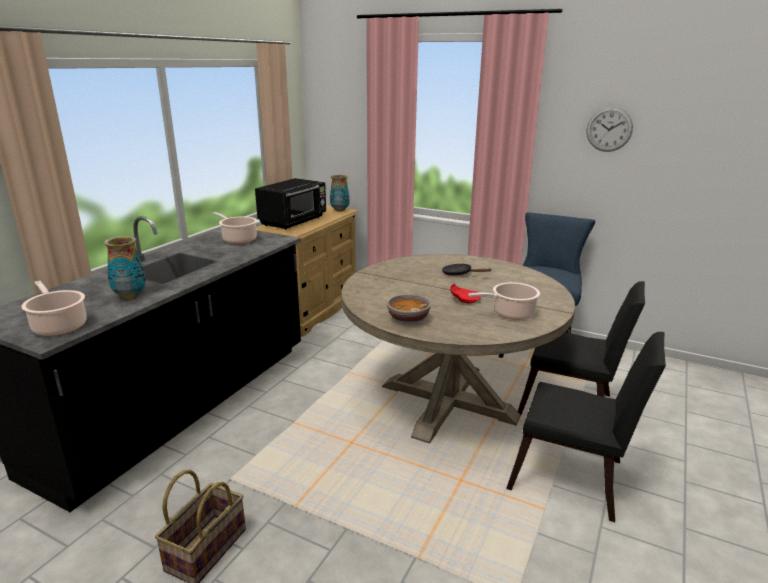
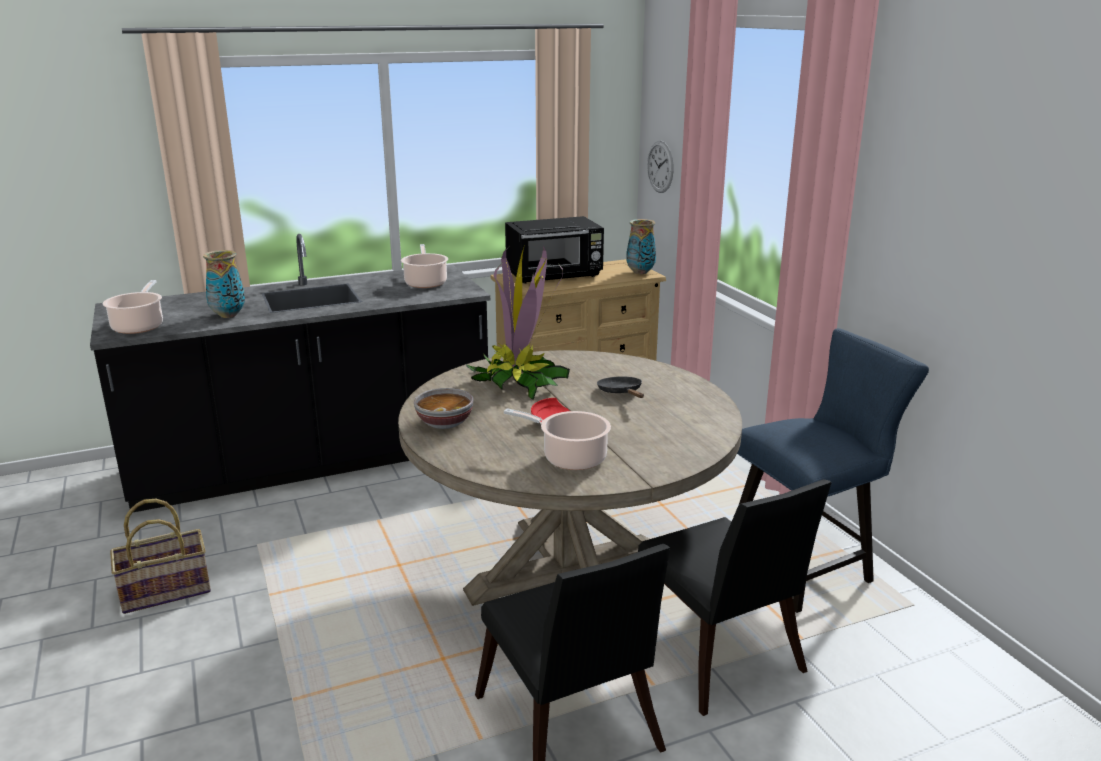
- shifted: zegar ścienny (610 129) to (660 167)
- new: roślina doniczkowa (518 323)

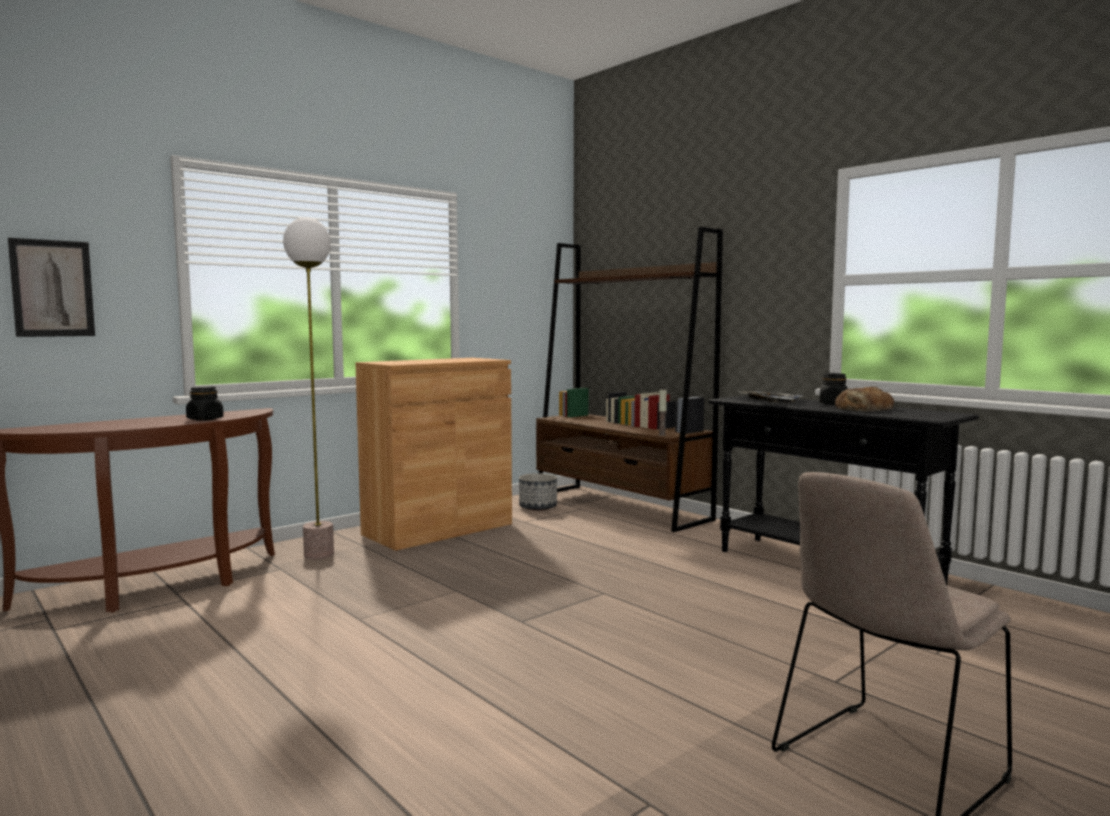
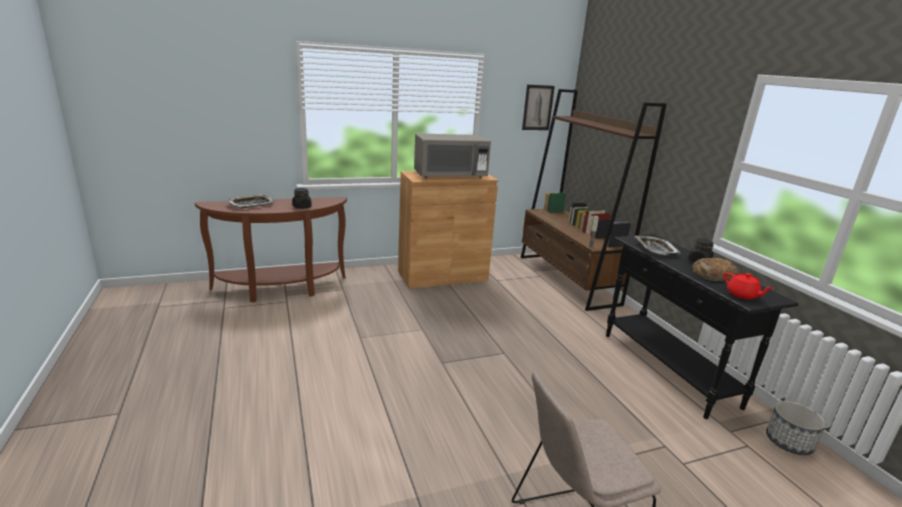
- shifted: obraz (51 287) to (538 107)
- gone: lampa stojąca (308 388)
- shifted: donica (538 492) to (796 428)
- new: taca (251 201)
- new: mikrofalówka [szary] (452 155)
- new: imbryk [czerwony] (748 286)

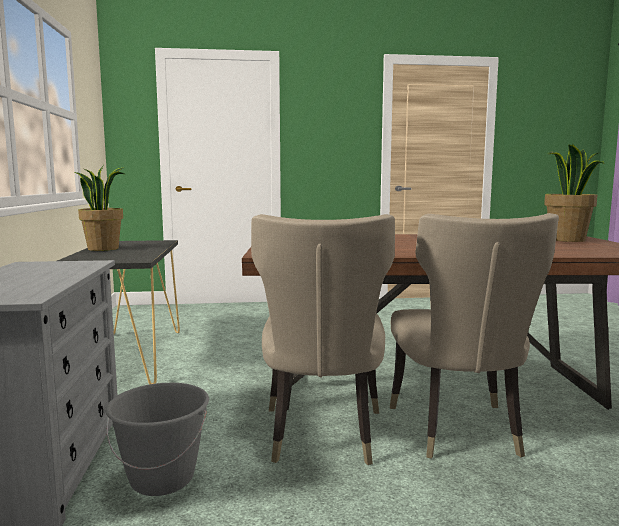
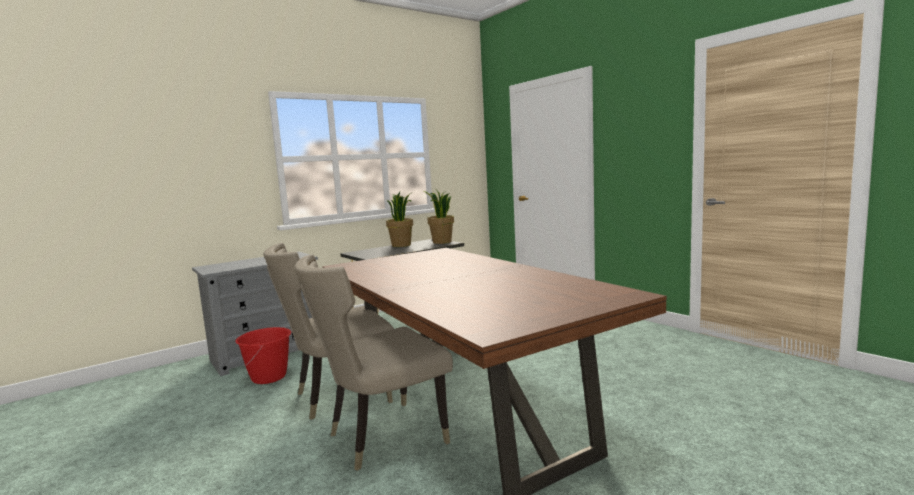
- repainted: wiadro [szary] (157 439) to wiadro [czerwony] (263 355)
- shifted: roślina doniczkowa (574 192) to (438 217)

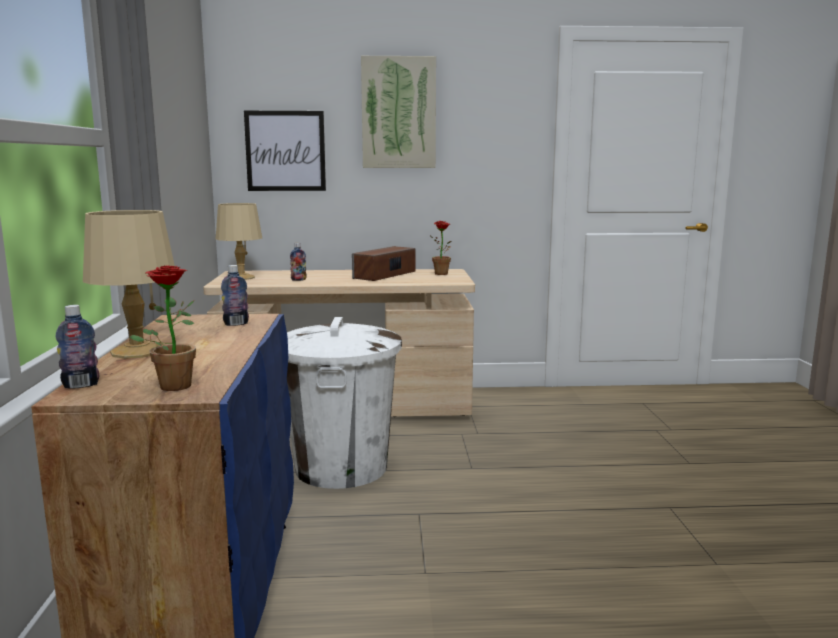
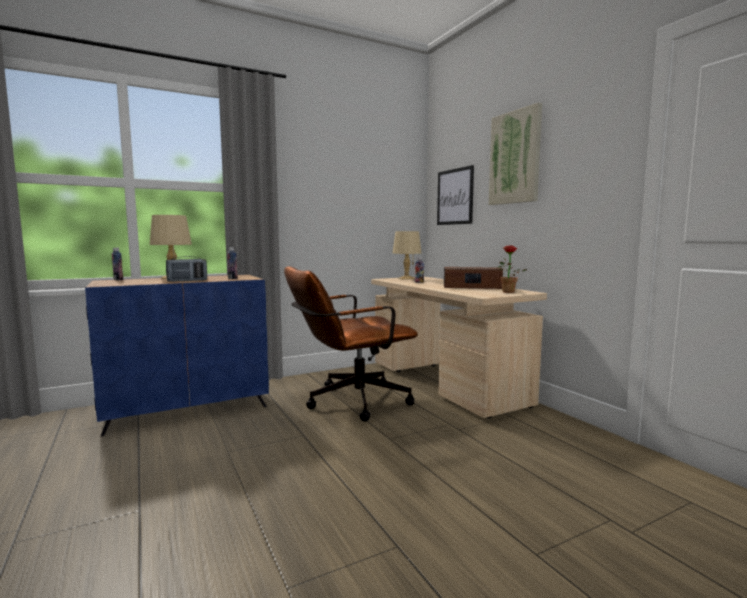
- gone: roślina doniczkowa (162 328)
- swapped: kosz na śmieci [biały] (344 403) to krzesło biurowe [brązowy] (351 344)
- new: radio (186 269)

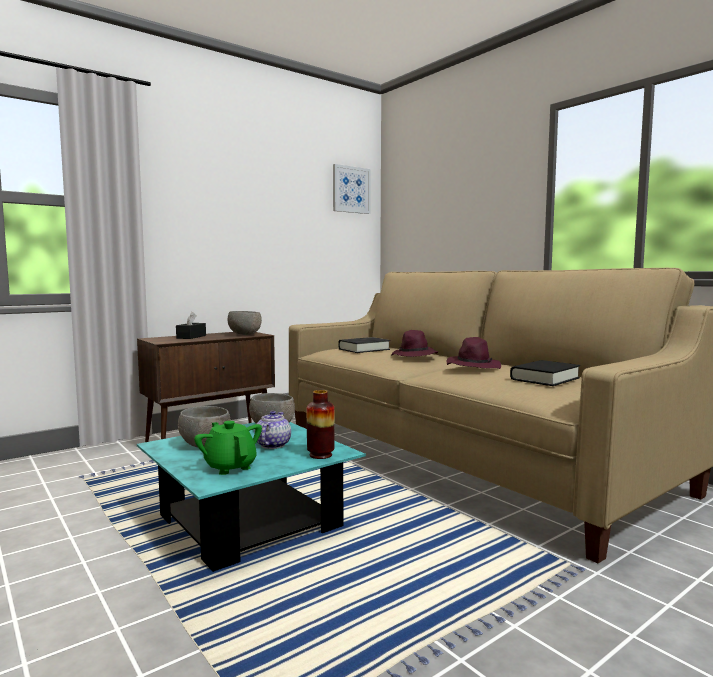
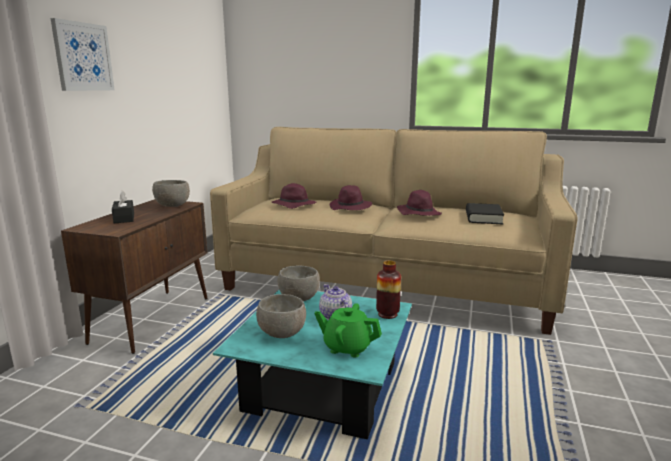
- shifted: obraz (352 189) to (82 54)
- swapped: książka [czarny] (364 345) to kapelusz [fioletowy] (294 196)

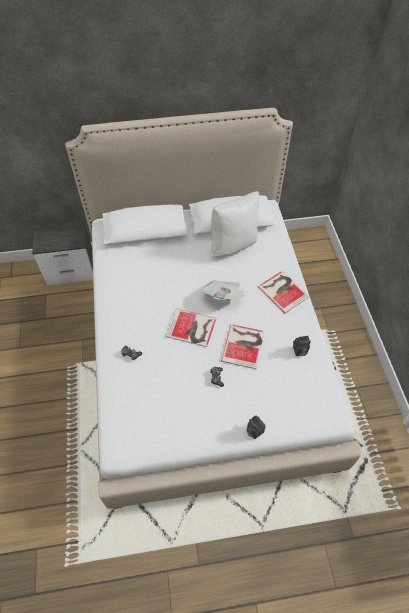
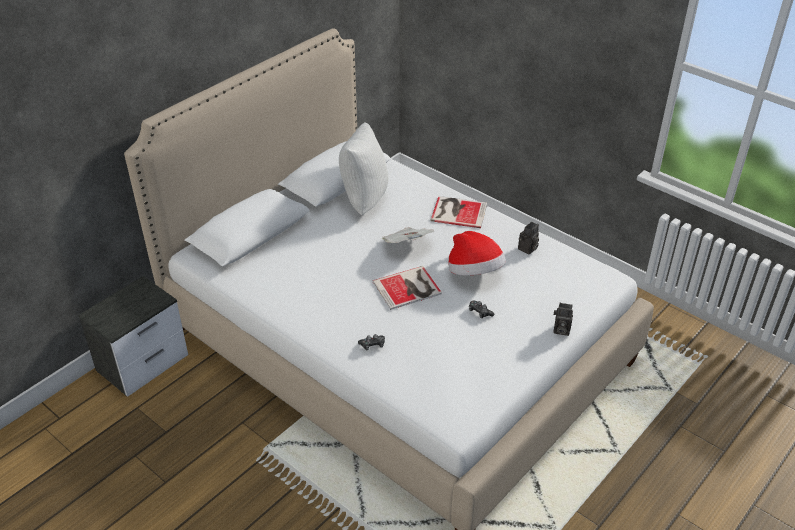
- swapped: książka (242 346) to kapelusz (477 253)

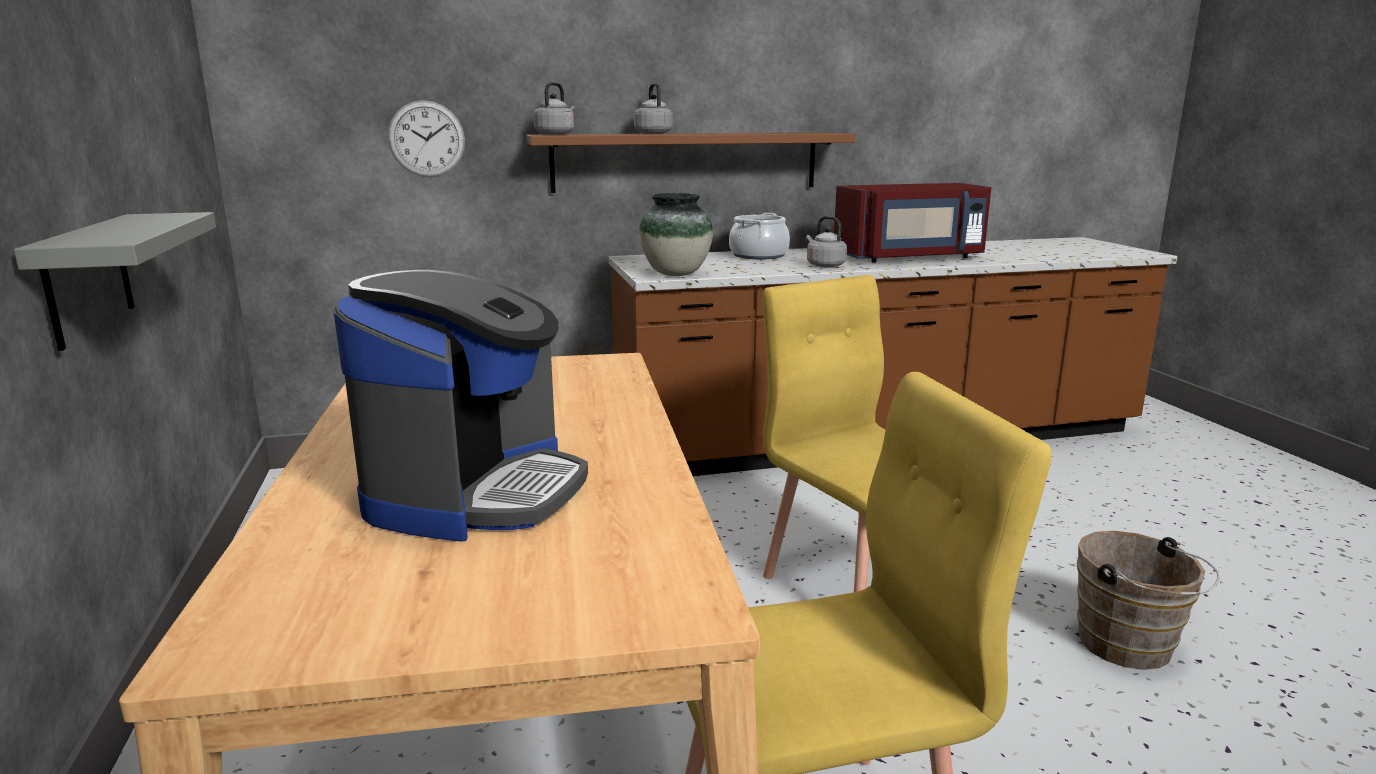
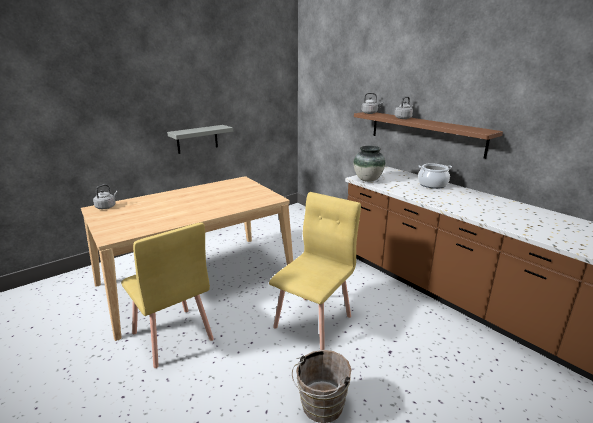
- gone: ekspres do kawy (460 406)
- gone: zegar ścienny (426 138)
- shifted: czajnik [szary] (826 241) to (105 196)
- gone: mikrofalówka [czerwony] (912 223)

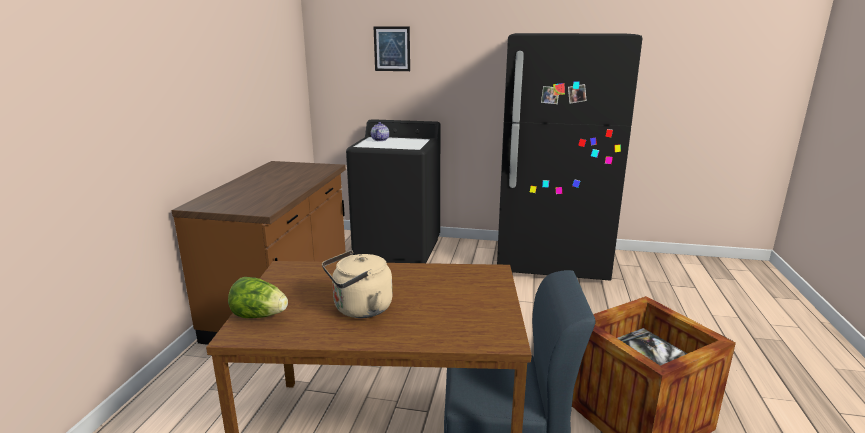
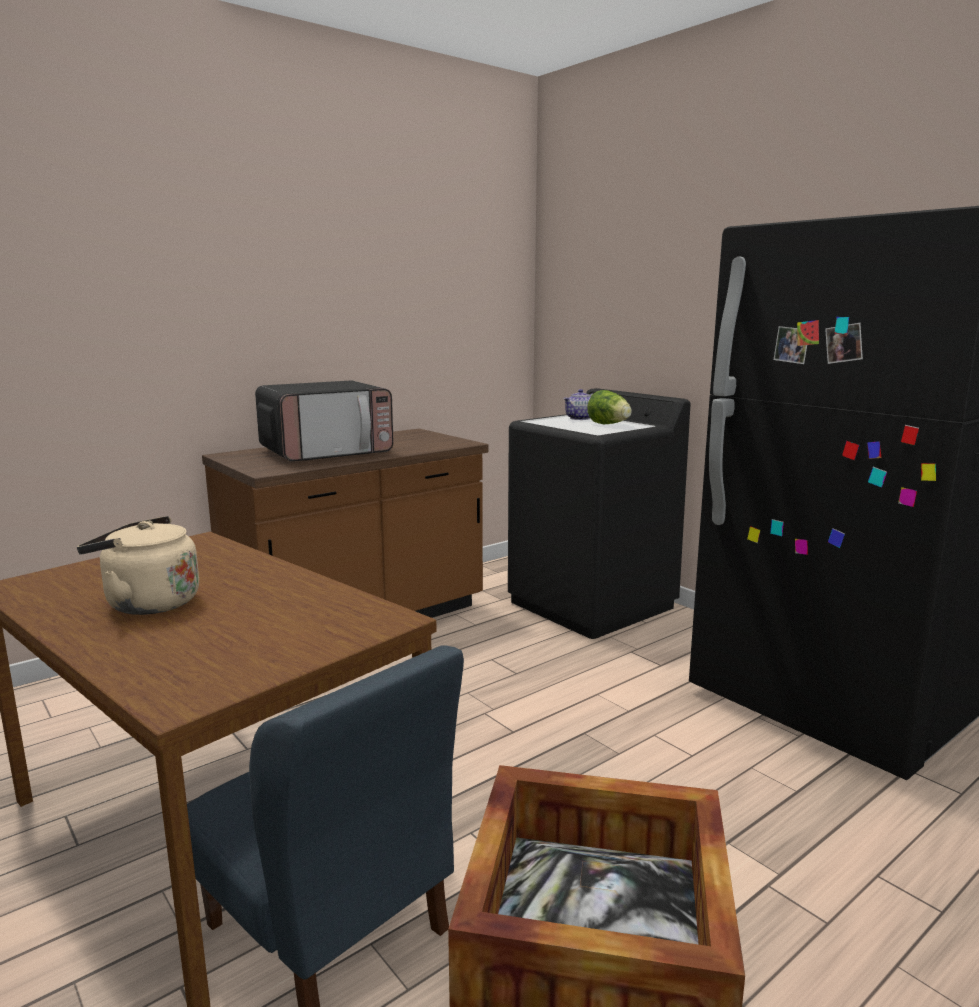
- shifted: sałata (258 297) to (609 407)
- gone: obraz (391 48)
- new: mikrofalówka (324 421)

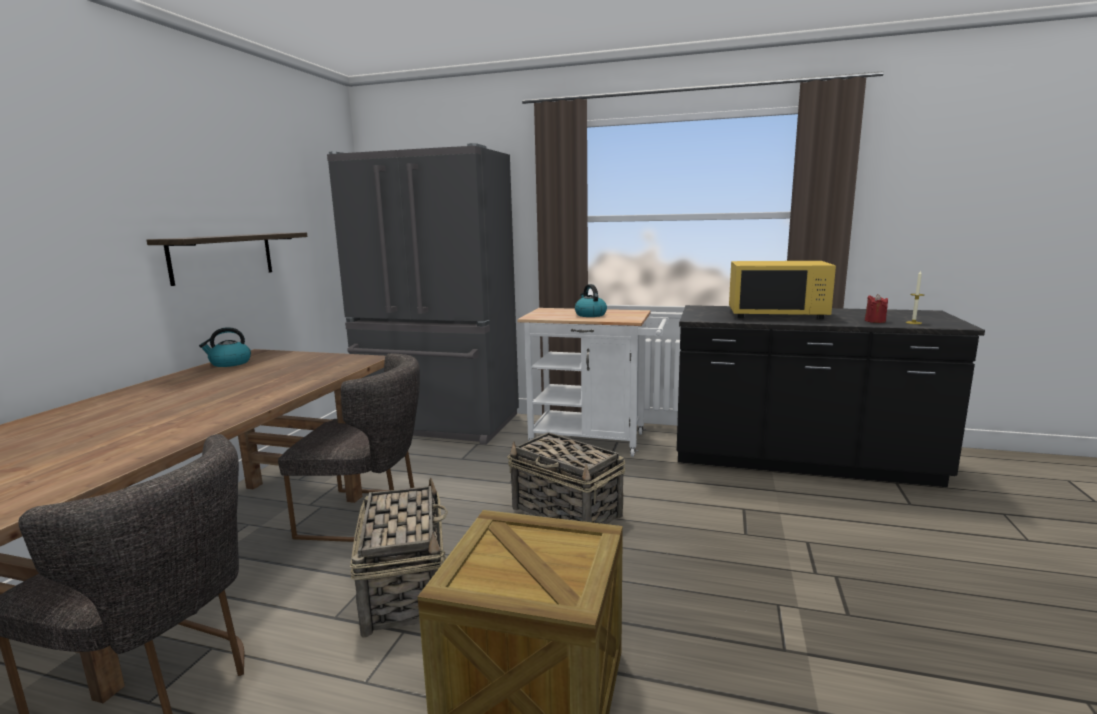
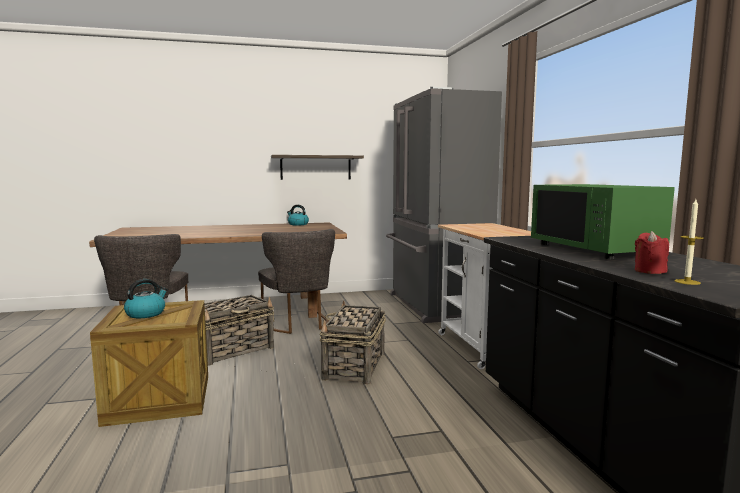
- shifted: czajnik (591 300) to (146 298)
- repainted: mikrofalówka [żółty] (782 290) to mikrofalówka [zielony] (603 221)

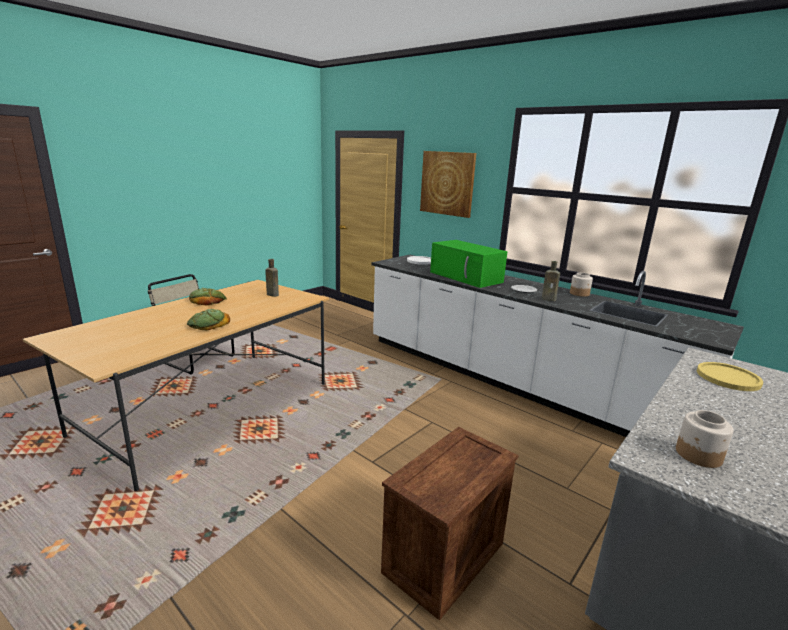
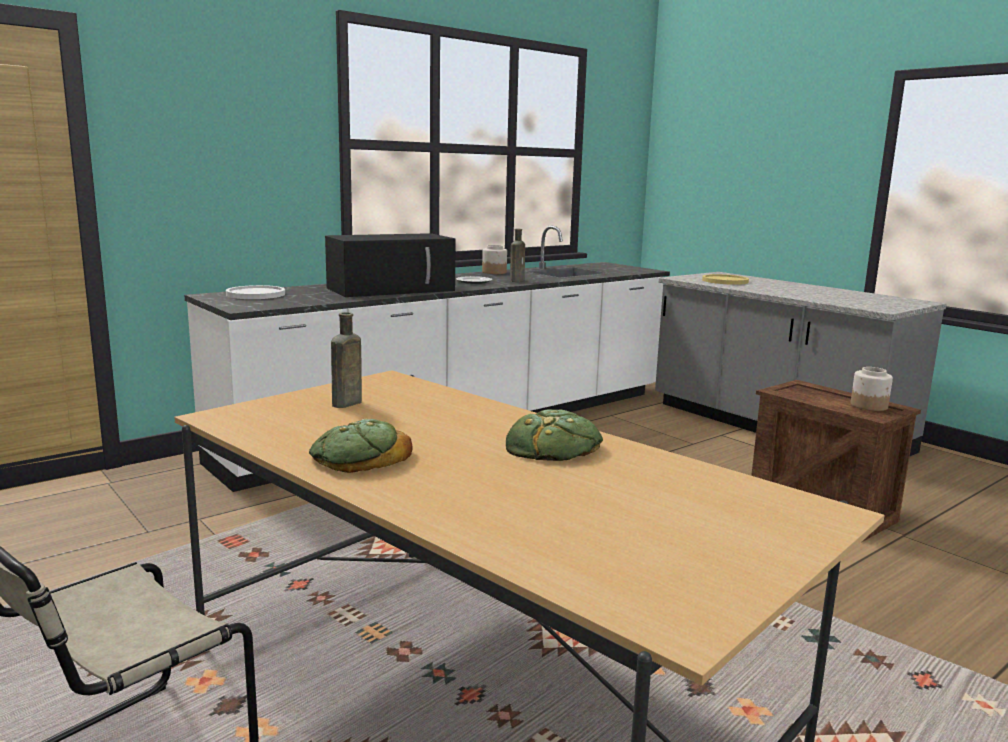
- gone: obraz (448 184)
- repainted: mikrofalówka [zielony] (469 264) to mikrofalówka [czarny] (390 265)
- shifted: słoik (705 439) to (872 389)

